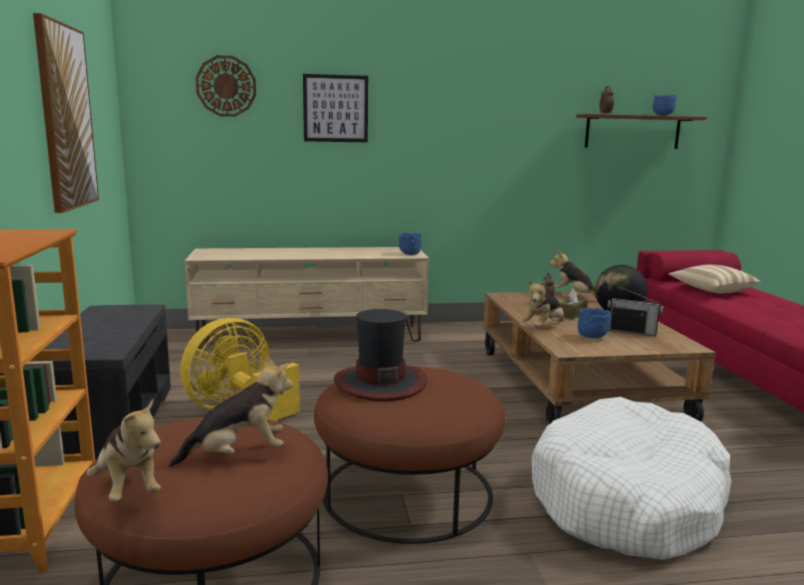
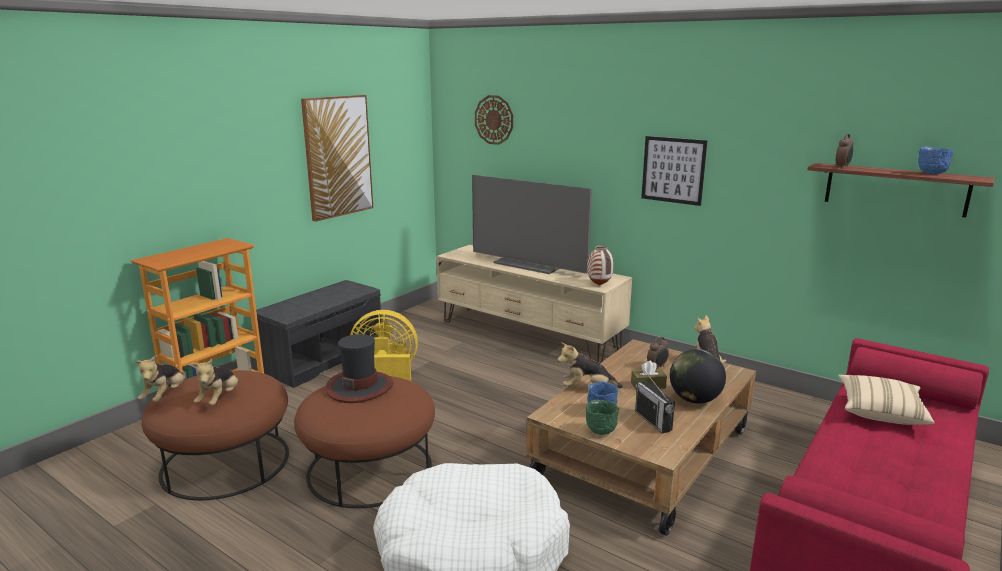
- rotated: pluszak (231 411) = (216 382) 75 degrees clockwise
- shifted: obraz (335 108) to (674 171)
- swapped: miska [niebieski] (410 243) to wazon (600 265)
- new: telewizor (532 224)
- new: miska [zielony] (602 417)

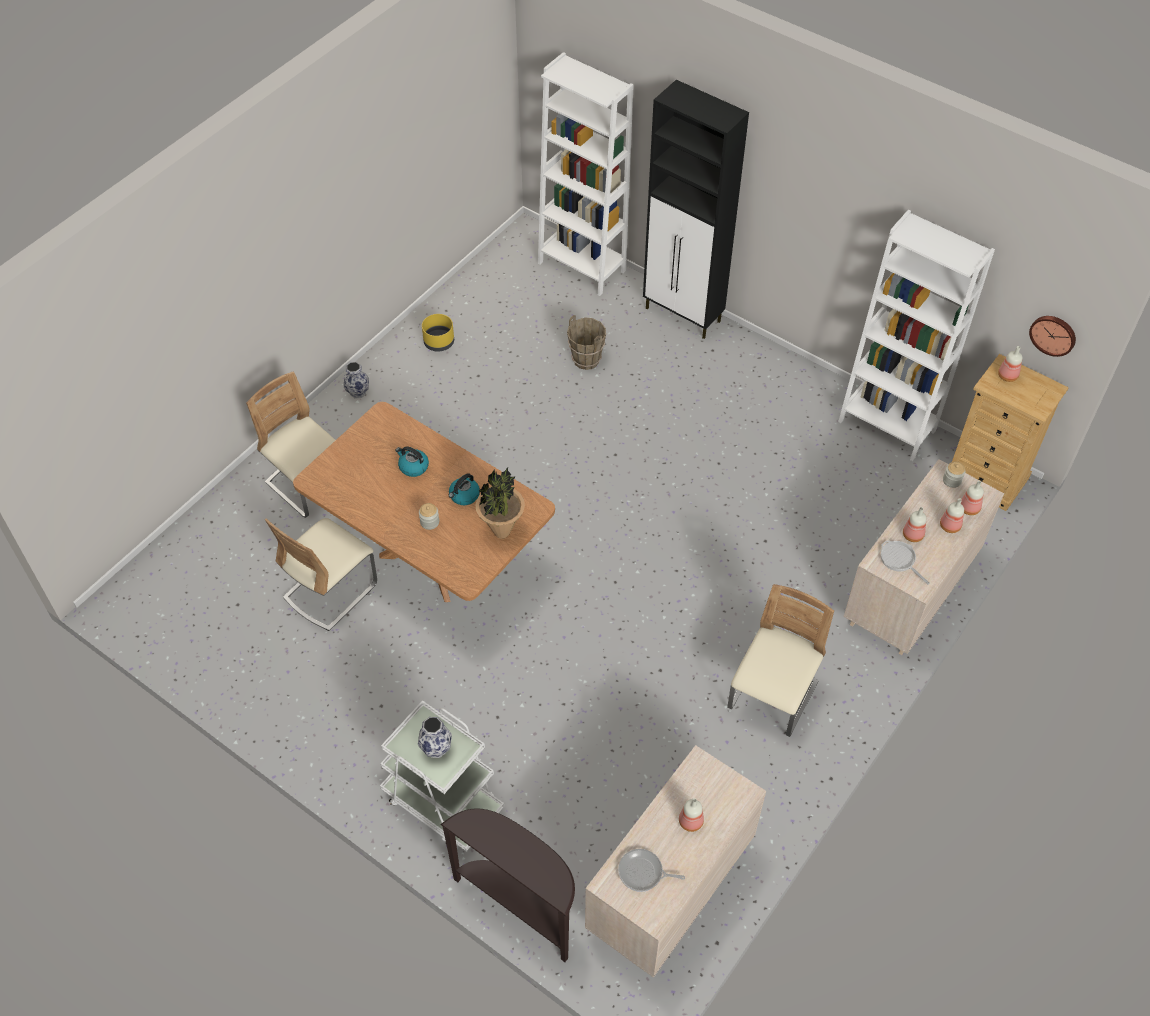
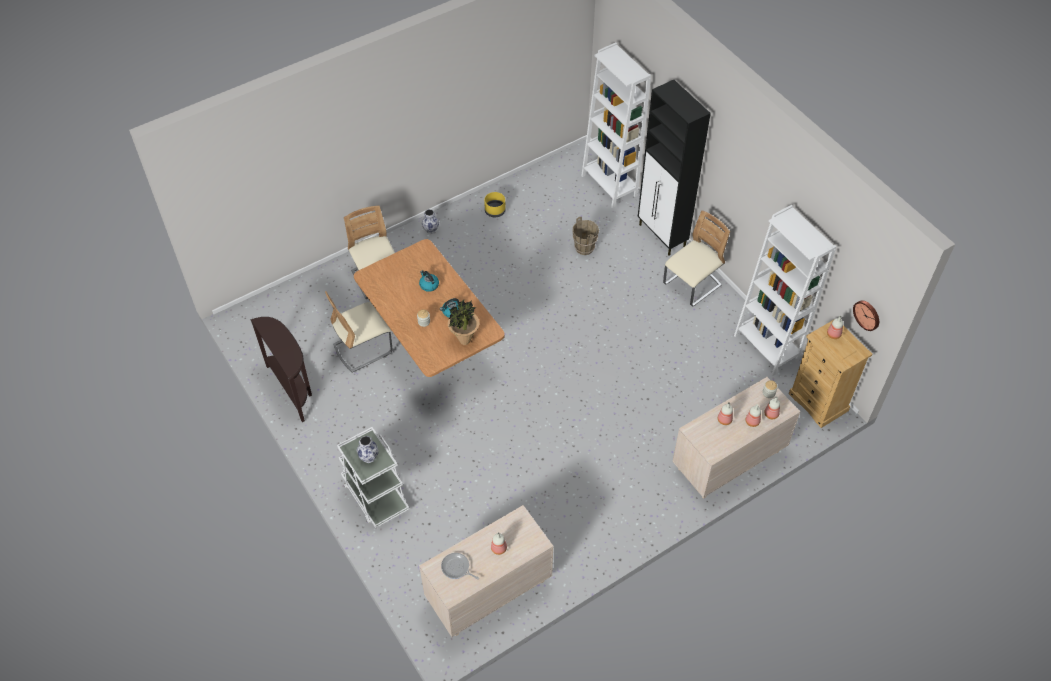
- shifted: stolik konsolowy [brązowy] (507 885) to (281 369)
- shifted: krzesło [beżowy] (780 660) to (696 258)
- gone: patelnia (905 562)

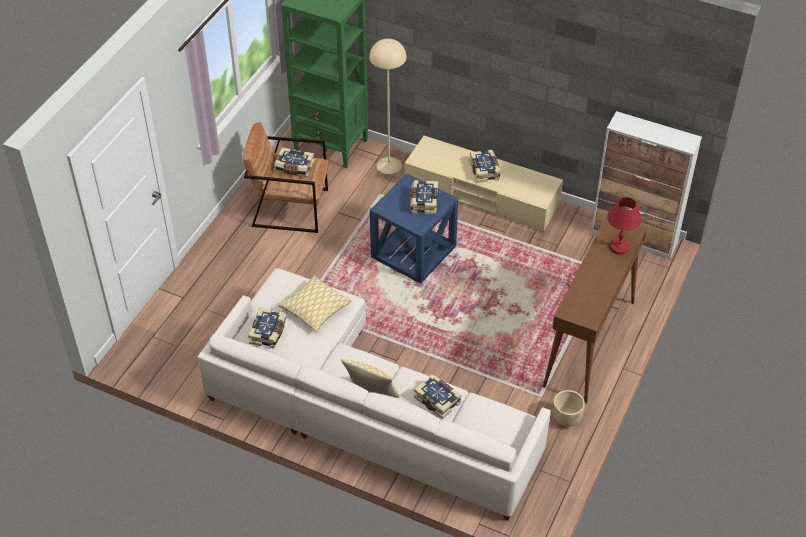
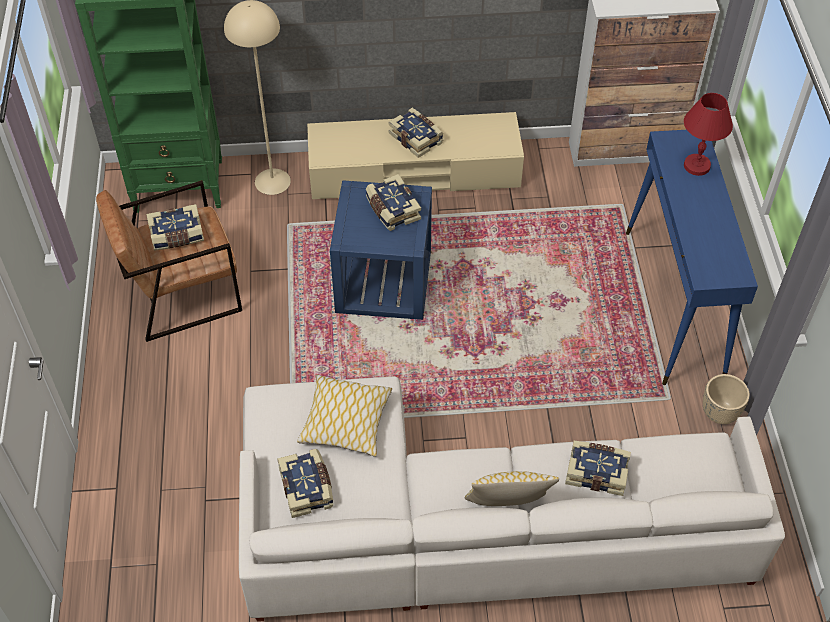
- repainted: stolik konsolowy [brązowy] (595 309) to stolik konsolowy [niebieski] (692 257)

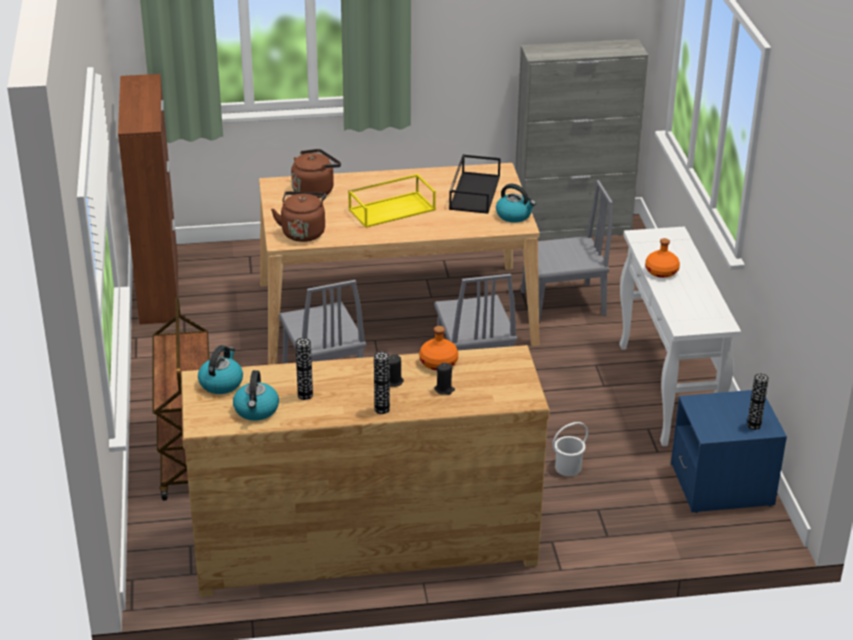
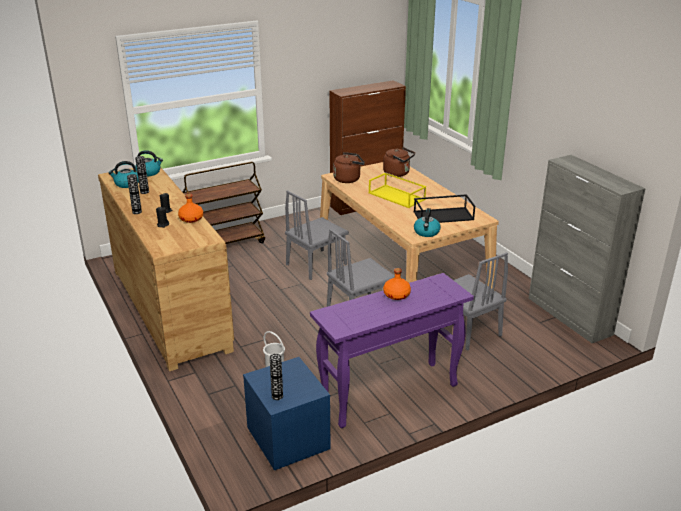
- repainted: stolik konsolowy [biały] (680 336) to stolik konsolowy [fioletowy] (392 350)

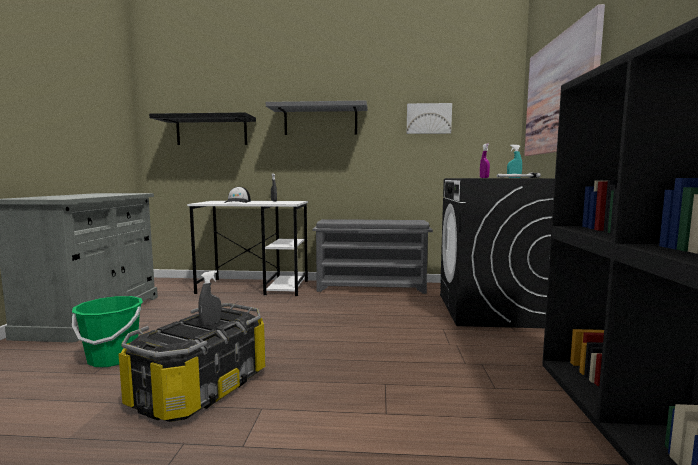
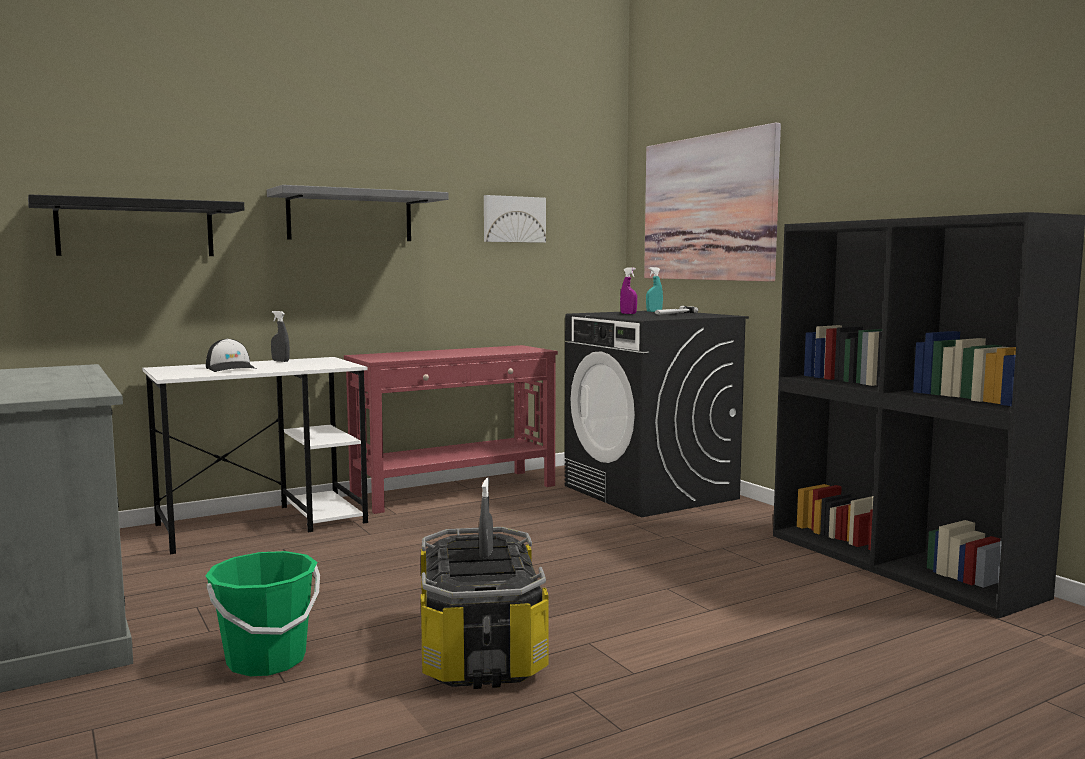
- swapped: regał na buty [szary] (372 256) to stolik konsolowy [czerwony] (451 429)

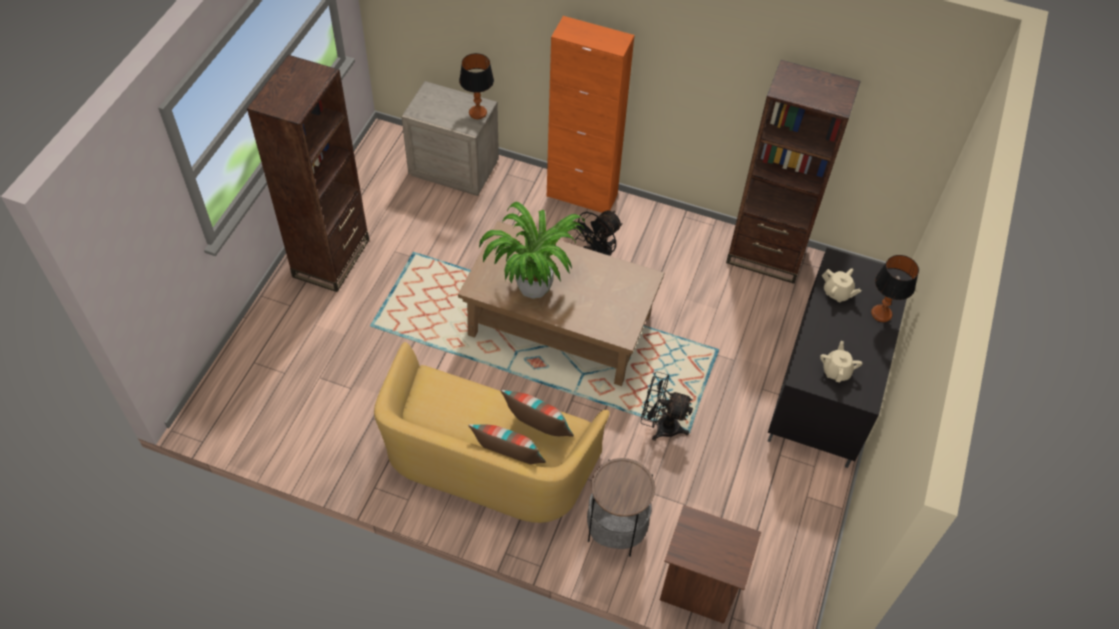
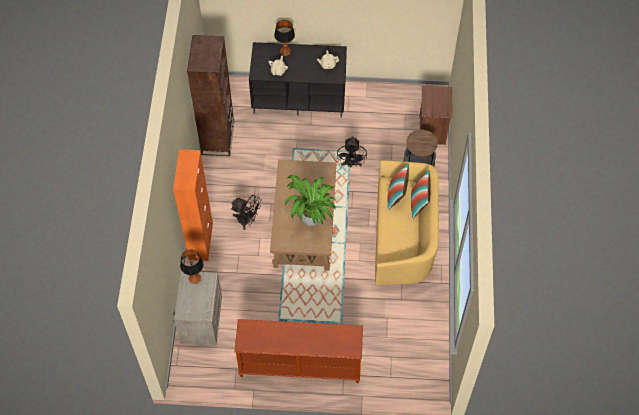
- swapped: regał [brązowy] (308 173) to stolik konsolowy [brązowy] (299 351)

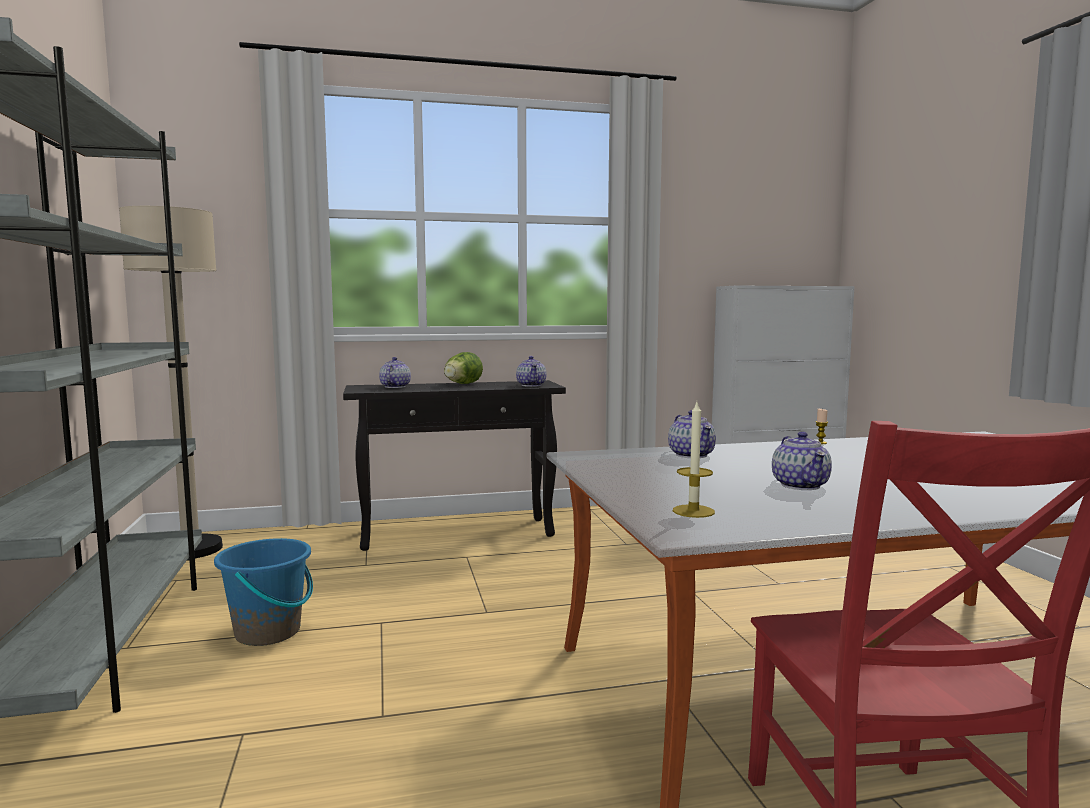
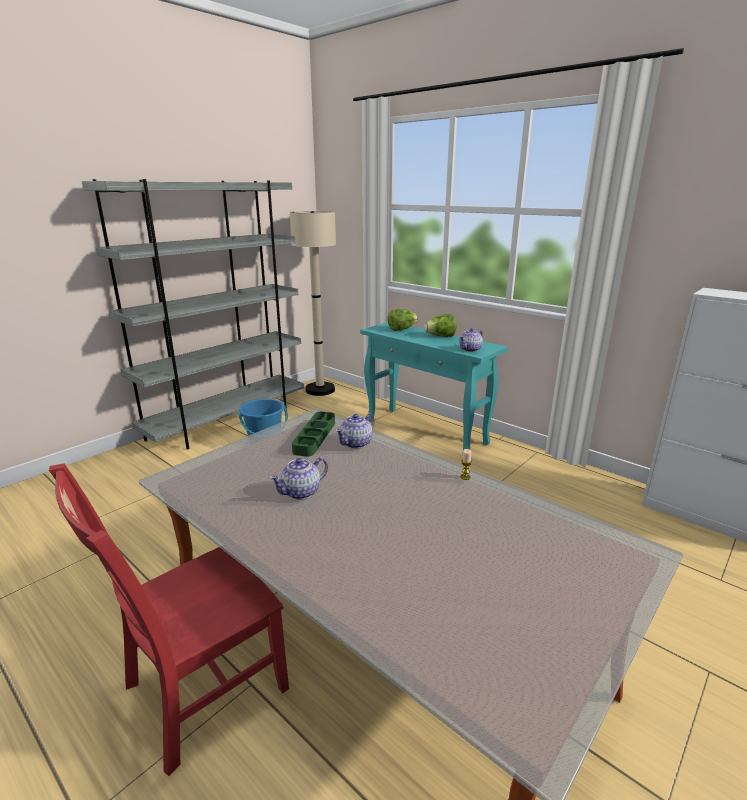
- repainted: stolik konsolowy [czarny] (454 465) to stolik konsolowy [turkusowy] (434 386)
- swapped: imbryk (395 372) to sałata (402 320)
- gone: świeca (694 460)
- new: taca [zielony] (313 434)

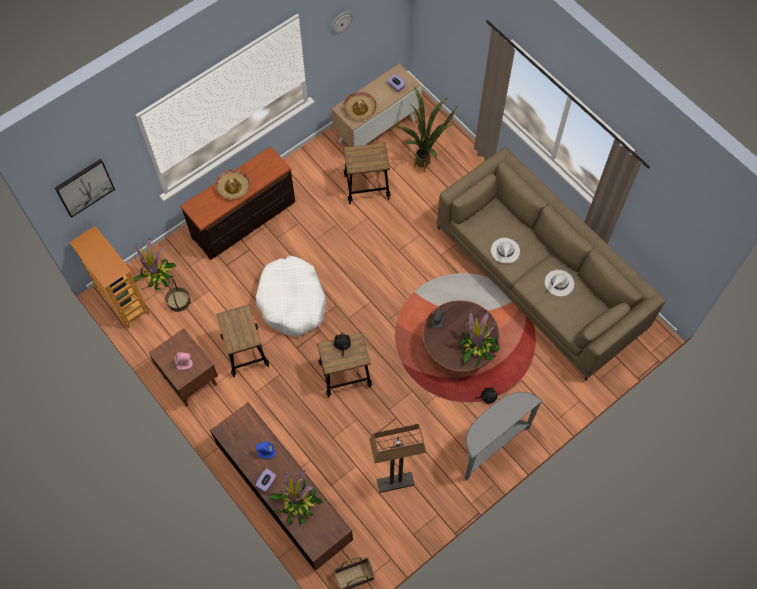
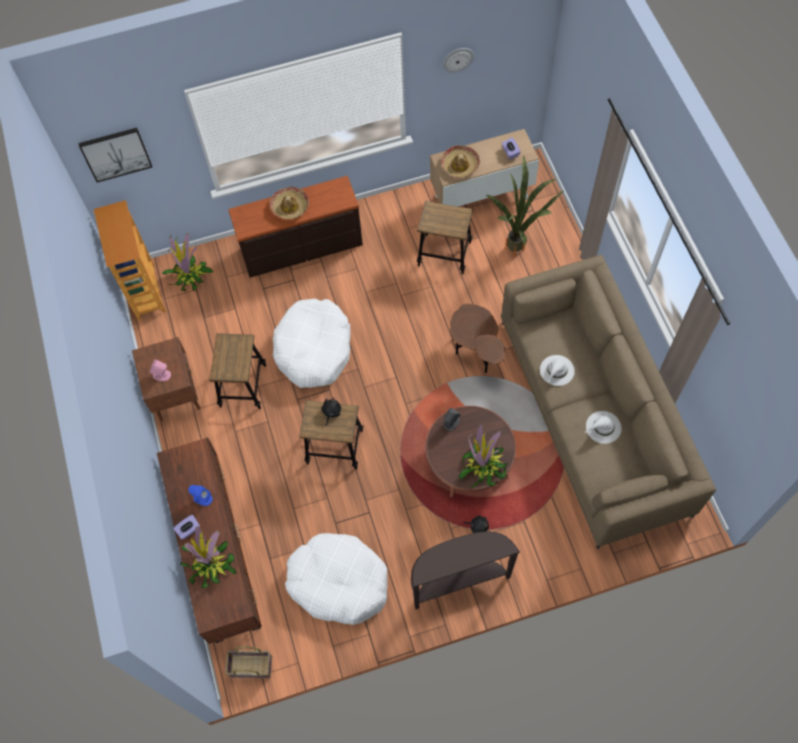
- gone: koszyk (178 295)
- swapped: lampa stojąca (398 458) to legowisko [biały] (336 579)
- repainted: stolik konsolowy [szary] (504 436) to stolik konsolowy [brązowy] (465 570)
- new: stolik [brązowy] (477 338)

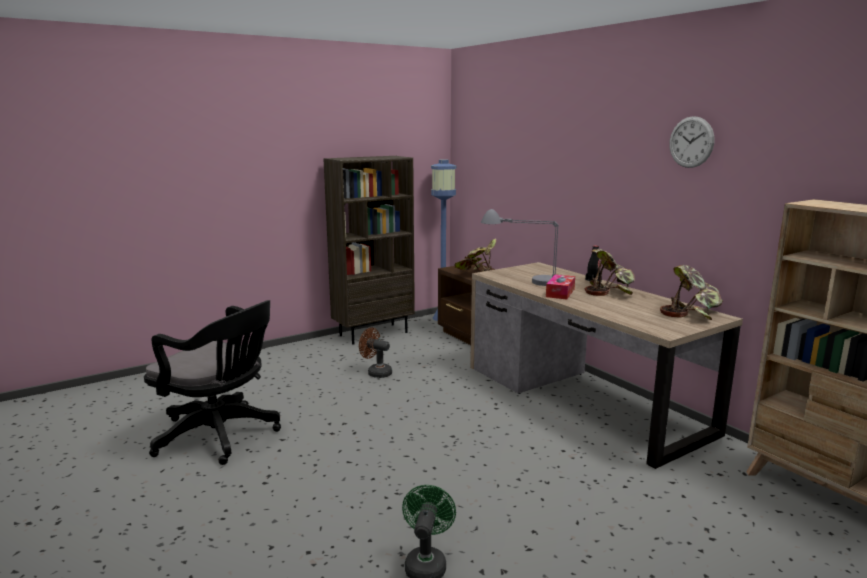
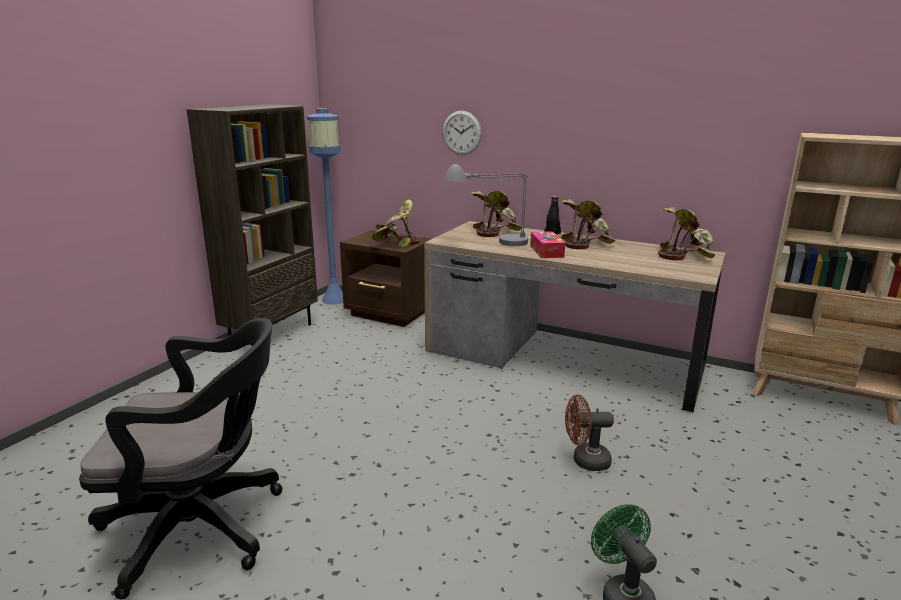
- shifted: wentylator [brązowy] (375 353) to (589 433)
- shifted: zegar ścienny (691 142) to (462 133)
- new: roślina doniczkowa (496 213)

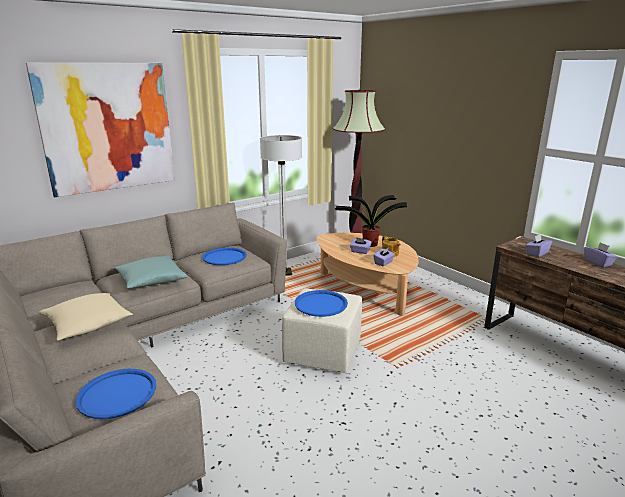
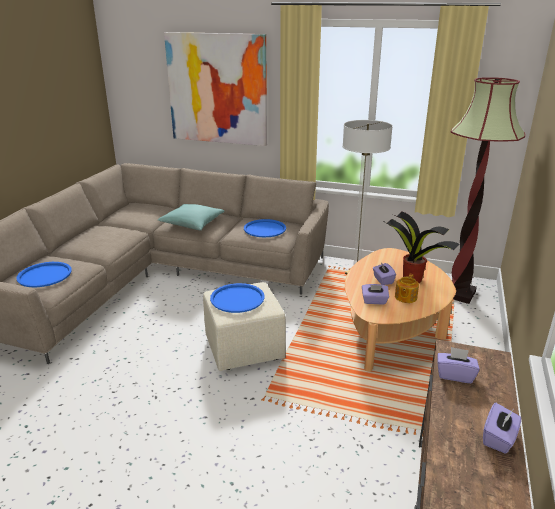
- gone: poduszka [beżowy] (86 317)

